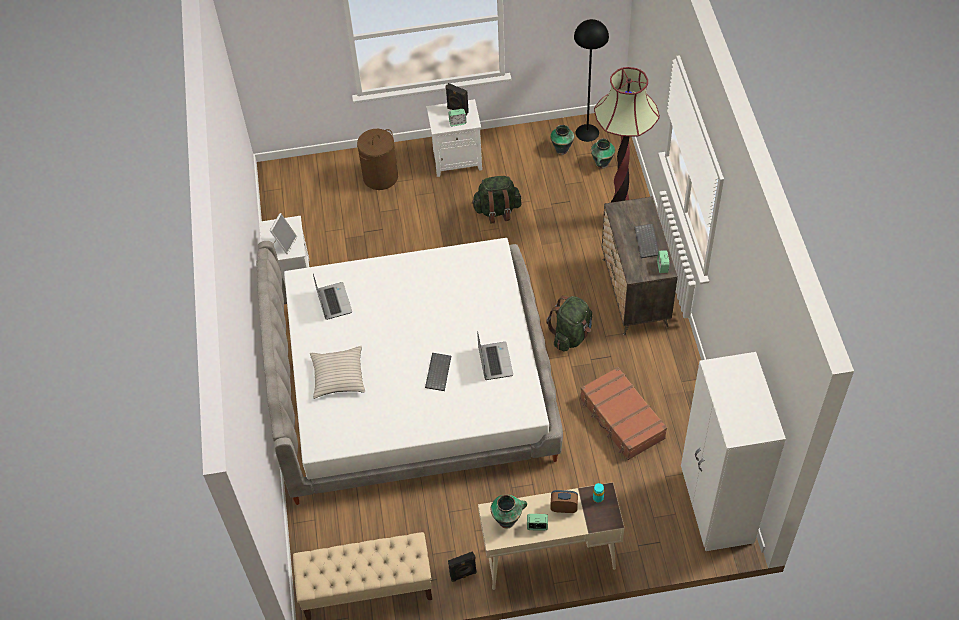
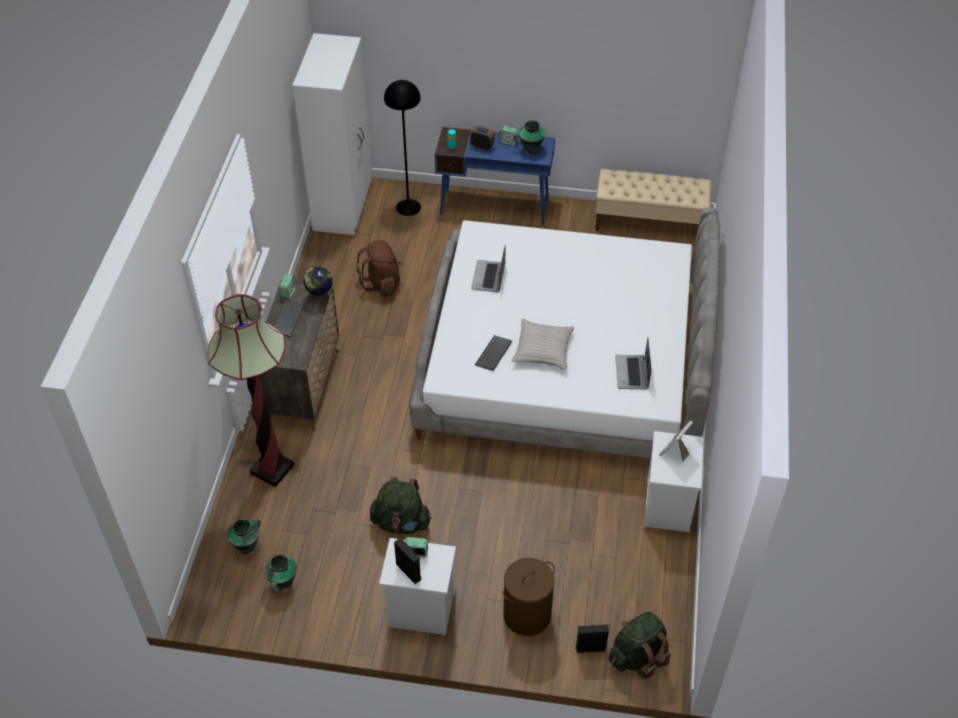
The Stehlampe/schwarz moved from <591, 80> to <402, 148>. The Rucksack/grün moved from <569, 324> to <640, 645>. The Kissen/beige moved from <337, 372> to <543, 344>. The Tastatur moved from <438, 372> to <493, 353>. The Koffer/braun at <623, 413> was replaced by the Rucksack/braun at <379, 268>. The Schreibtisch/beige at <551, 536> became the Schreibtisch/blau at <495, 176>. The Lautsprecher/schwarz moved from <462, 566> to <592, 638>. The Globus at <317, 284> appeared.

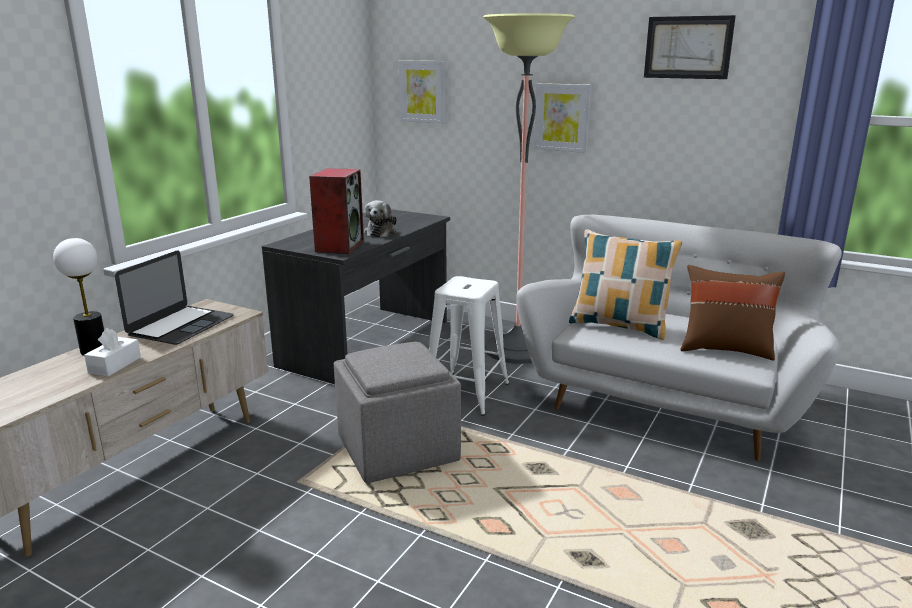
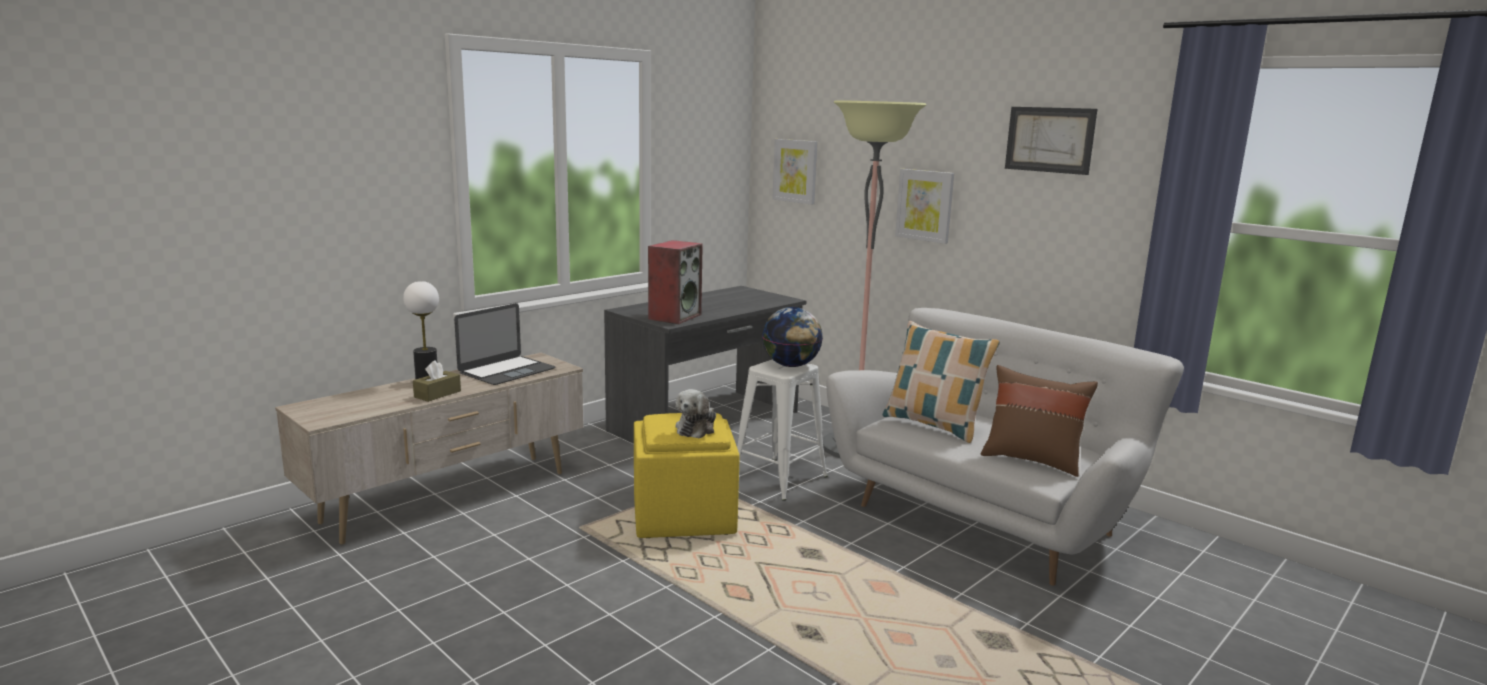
The Plüschtier moved from <380, 218> to <695, 413>. The Taschentuchbox/weiß at <112, 352> became the Taschentuchbox/braun at <437, 381>. The Polsterhocker/grau at <397, 412> became the Polsterhocker/gelb at <687, 475>. The Globus at <792, 337> appeared.

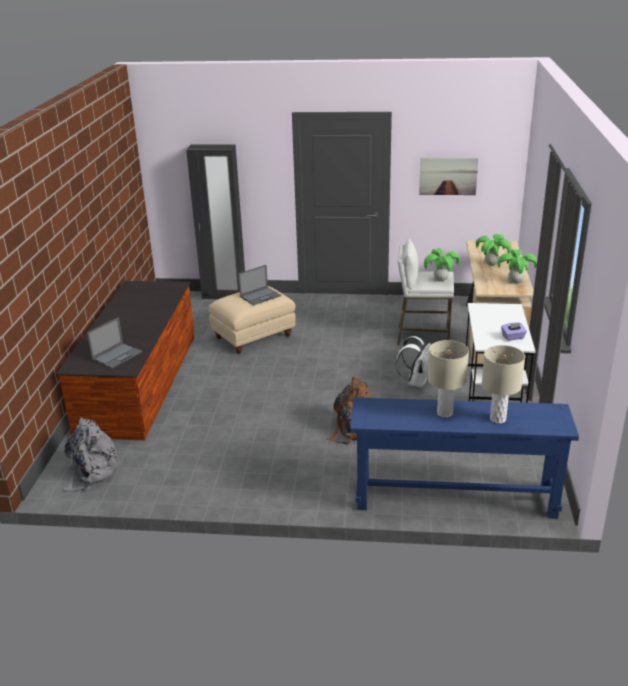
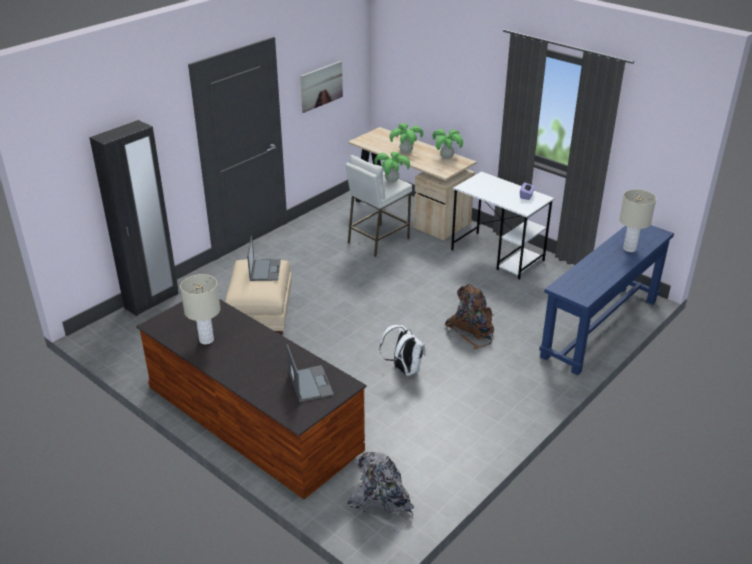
The Rucksack/weiß moved from <413, 362> to <403, 350>. The Tischlampe/beige moved from <448, 379> to <200, 309>.

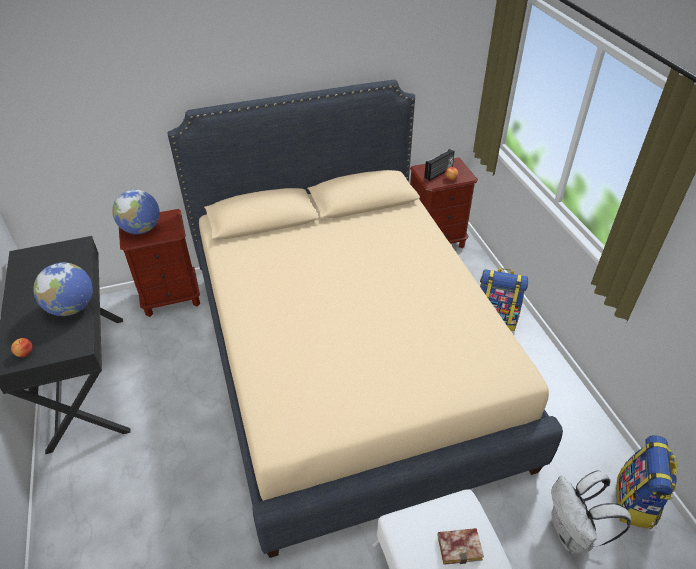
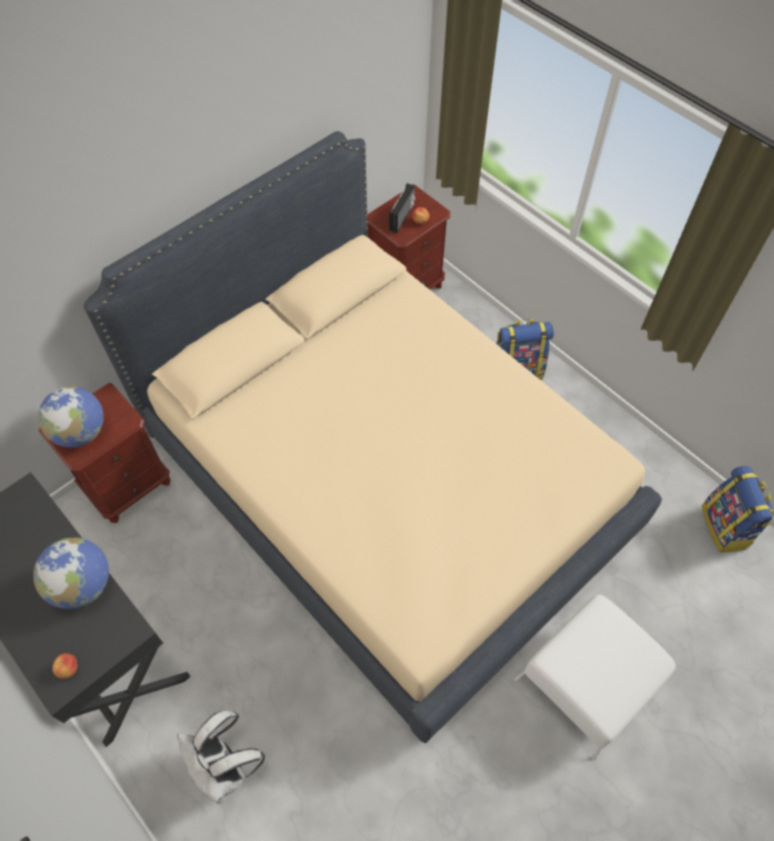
The Rucksack/weiß moved from <591, 512> to <221, 757>. The Buch at <460, 546> disappeared.

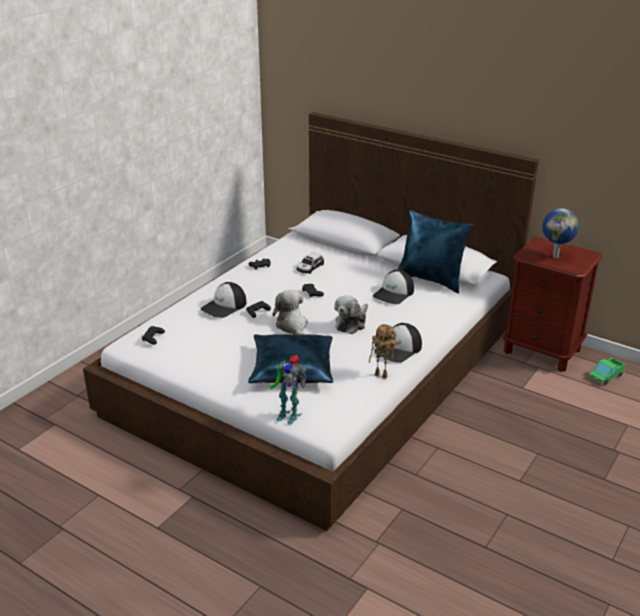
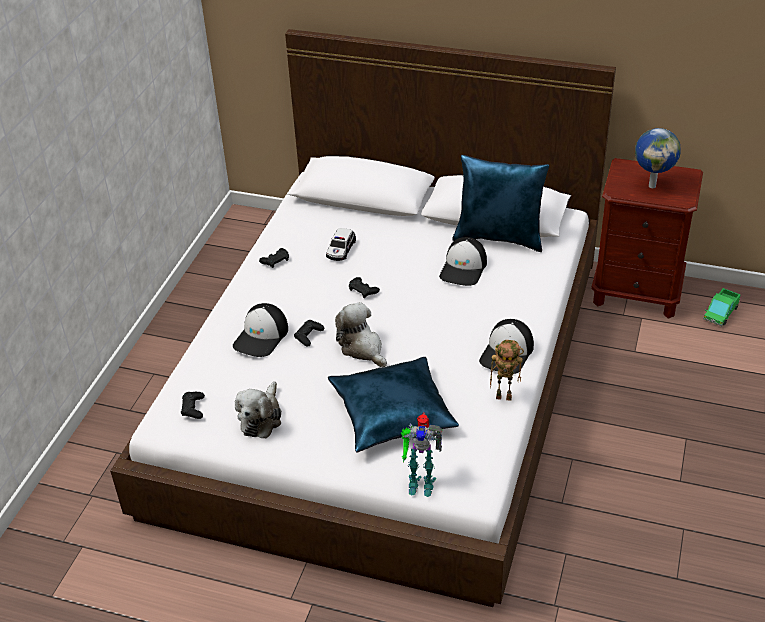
The Plüschtier moved from <351, 315> to <258, 410>.

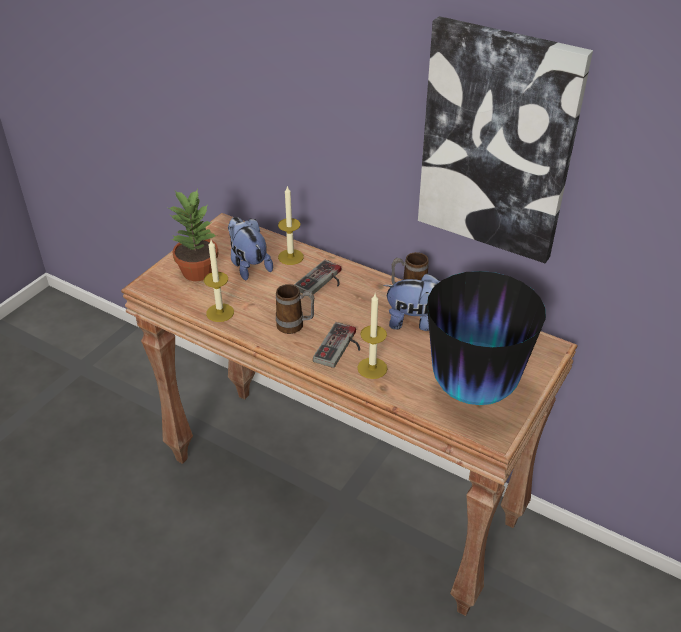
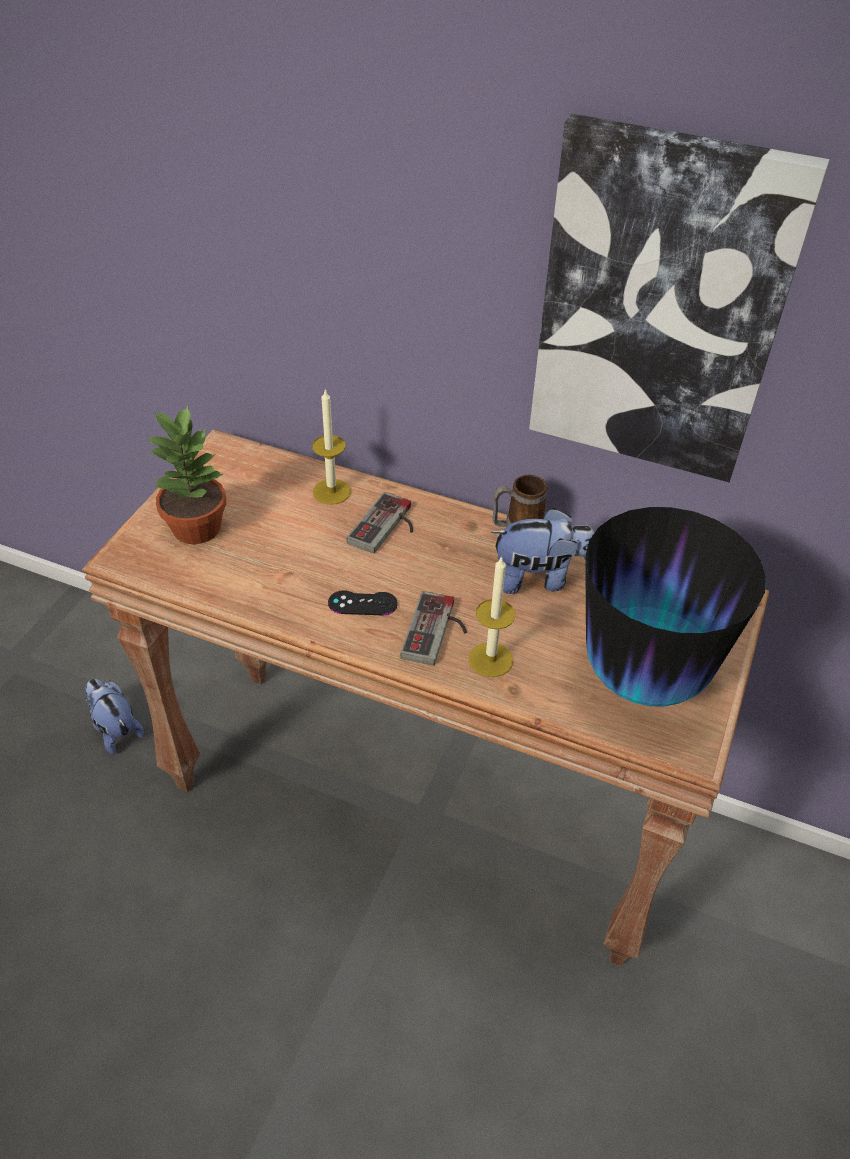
The Plüschtier moved from <250, 249> to <114, 716>. The Kerze at <219, 281> disappeared. The Henkelbecher at <295, 309> was replaced by the Gamepad/schwarz at <363, 602>.

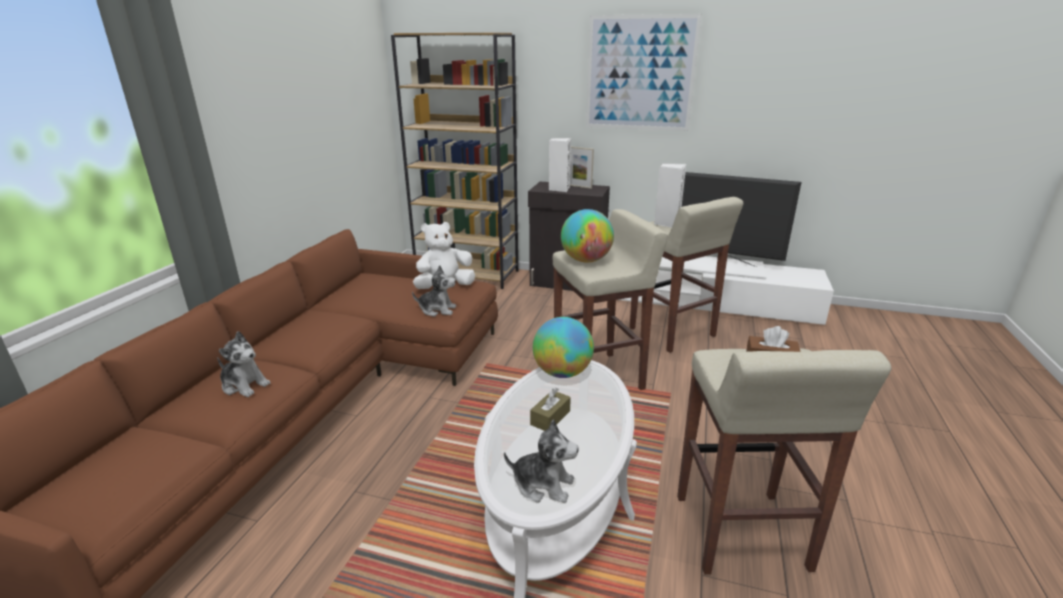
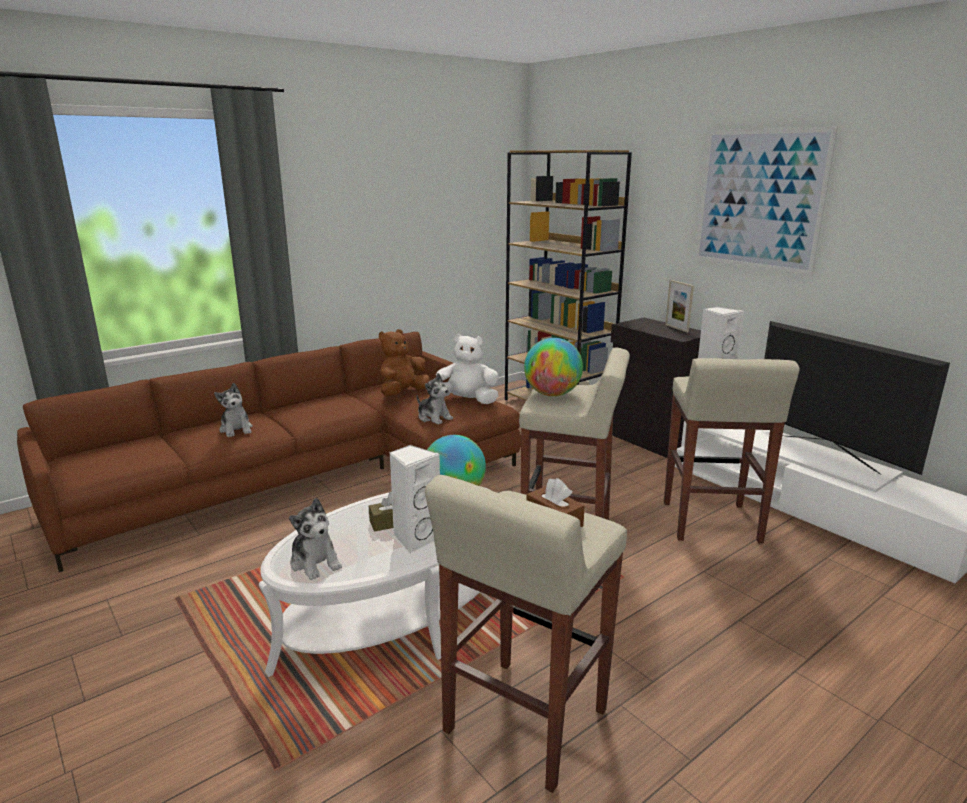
The Lautsprecher/weiß moved from <560, 165> to <414, 499>. The Plüschtier/braun at <404, 362> appeared.

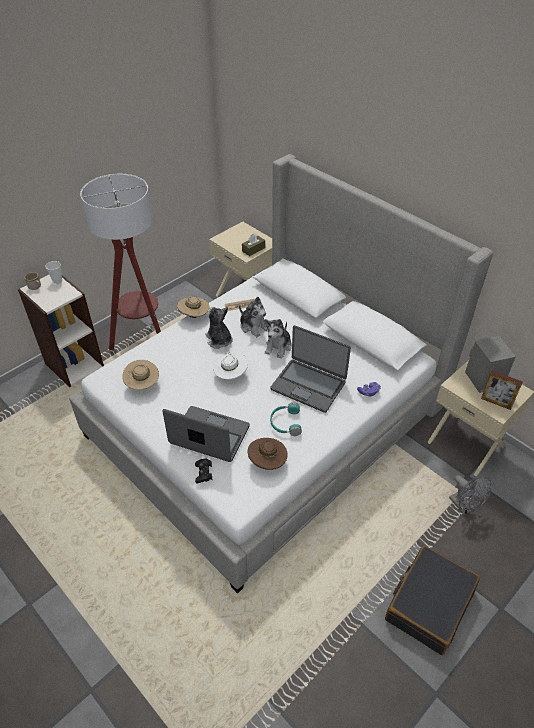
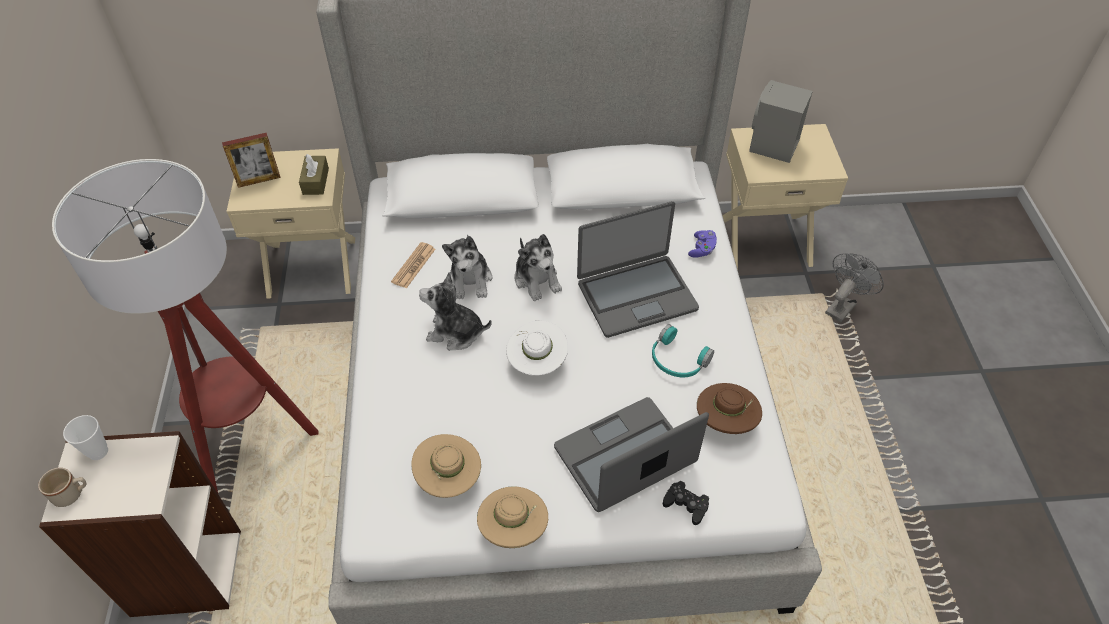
The Hut/beige moved from <193, 307> to <512, 517>. The Plüschtier at <253, 317> turned 90 degrees clockwise. The Bilderrahmen moved from <502, 390> to <251, 160>. The Ventilator/grau at <470, 495> turned 60 degrees counterclockwise. The Koffer/schwarz at <432, 600> disappeared.

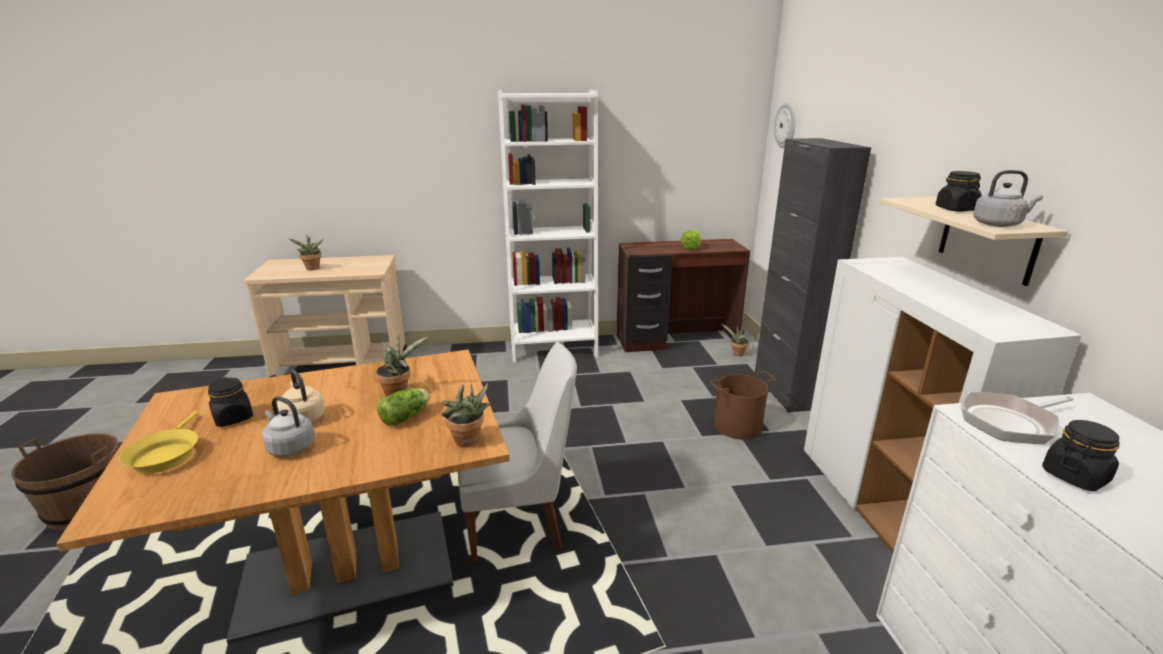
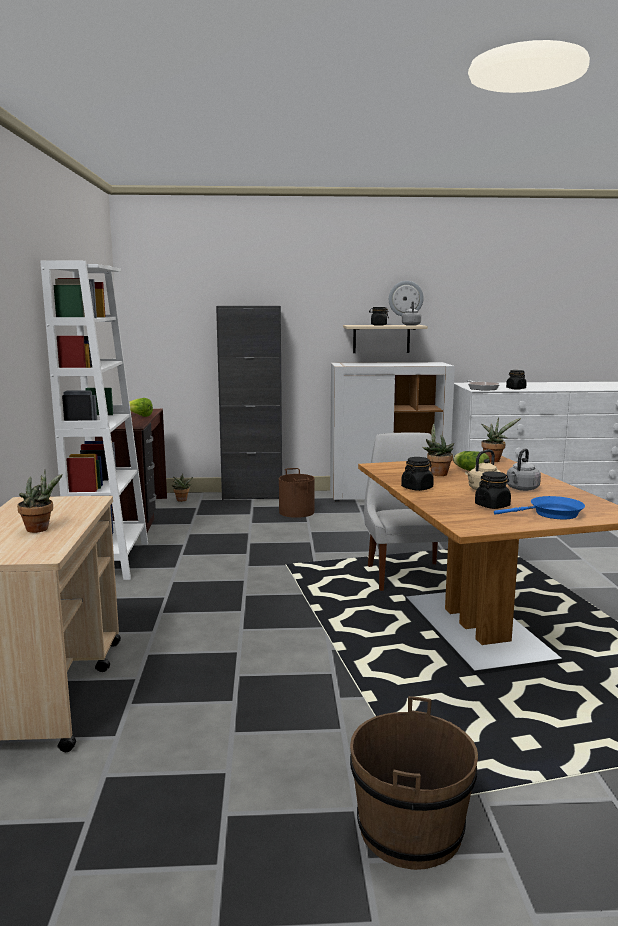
The Wanduhr moved from <784, 125> to <406, 298>. The Pfanne/gelb at <159, 442> became the Pfanne/blau at <539, 507>. The Vorratsglas/schwarz at <417, 474> appeared.

